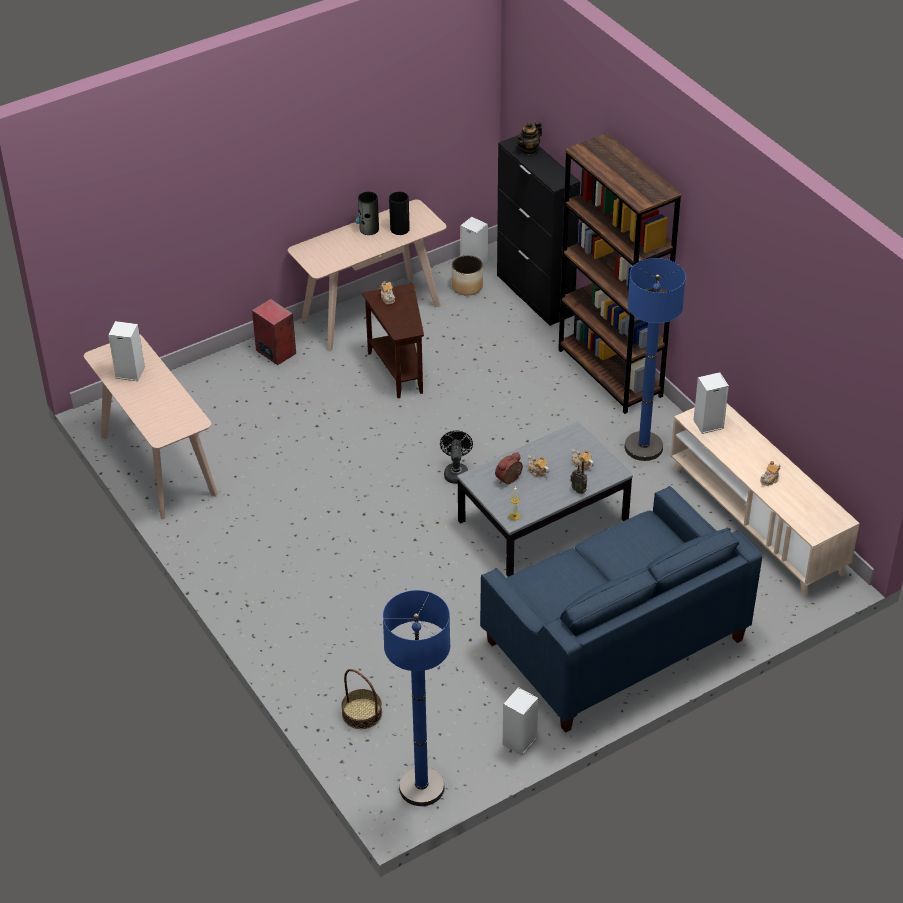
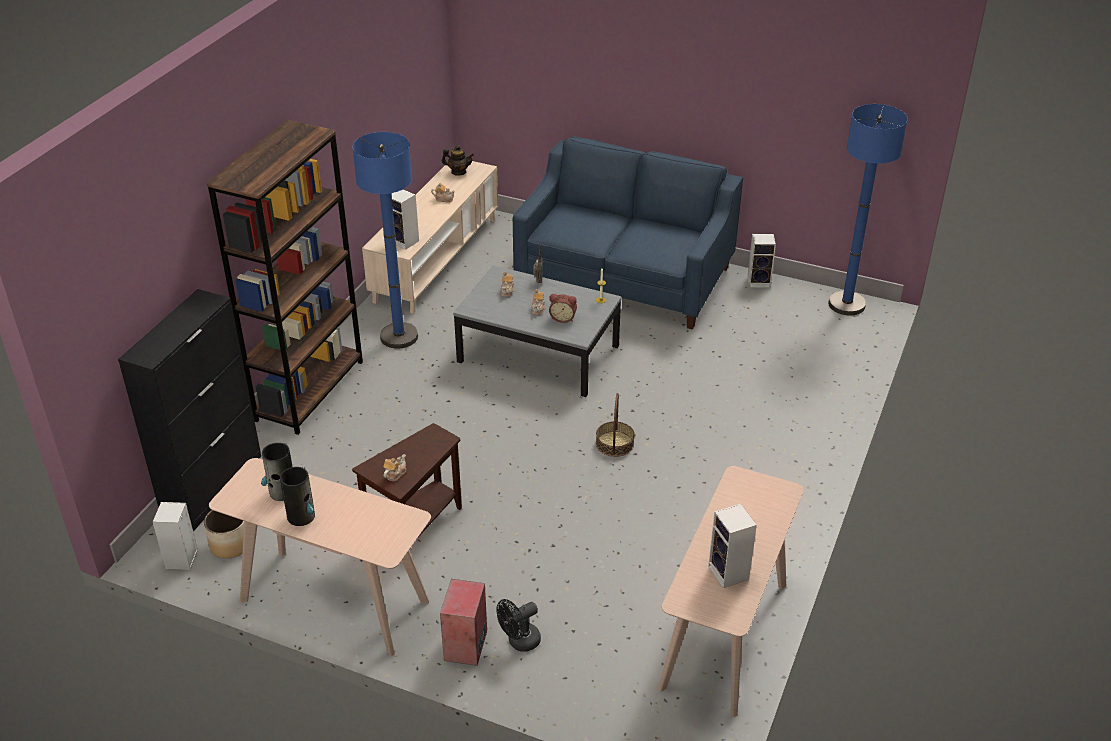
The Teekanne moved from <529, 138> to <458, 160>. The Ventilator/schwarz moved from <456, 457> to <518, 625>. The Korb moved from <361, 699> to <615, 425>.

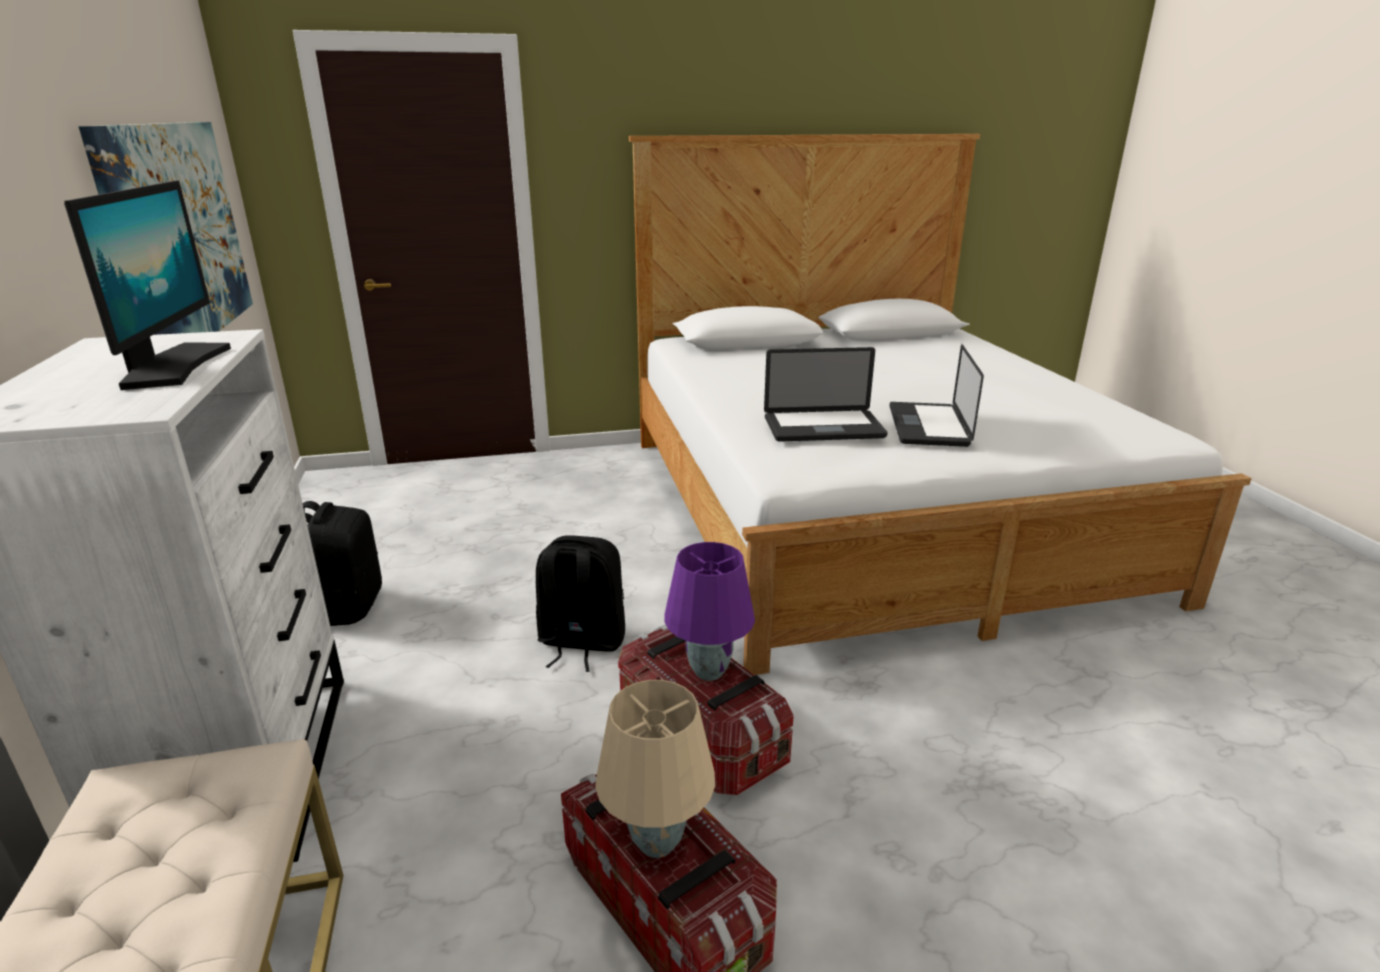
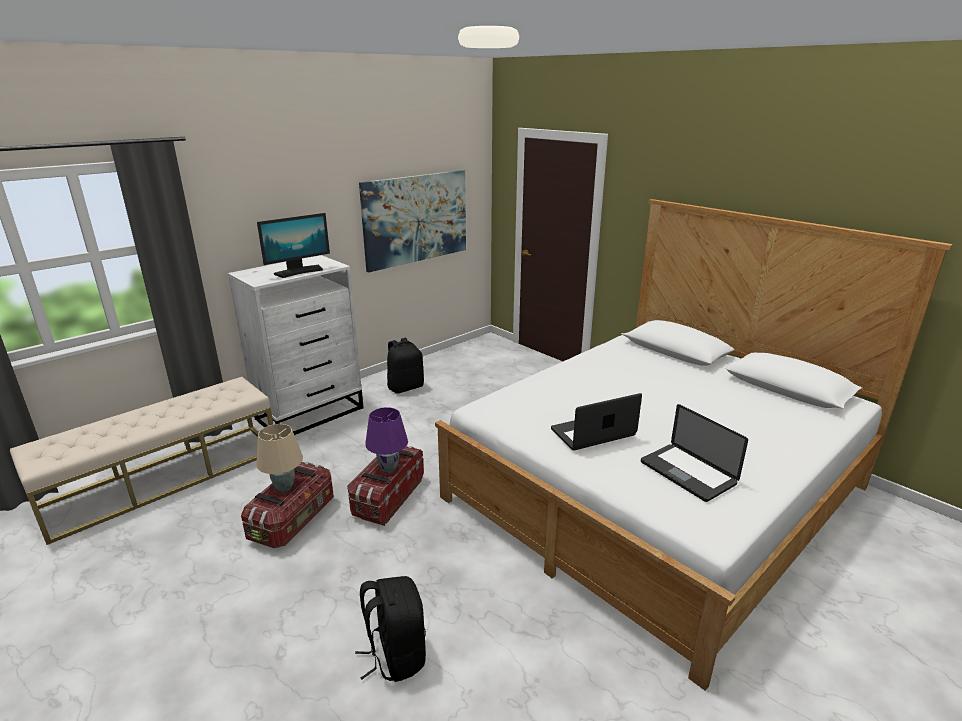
The Laptop moved from <826, 394> to <694, 453>. The Rucksack/schwarz moved from <580, 603> to <390, 629>.

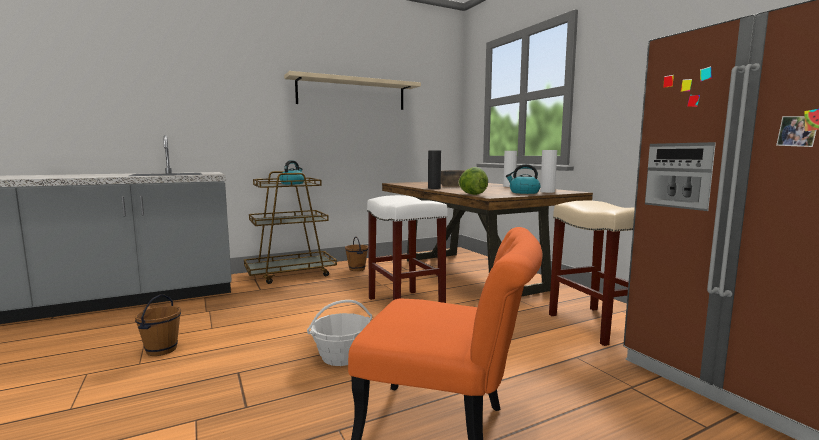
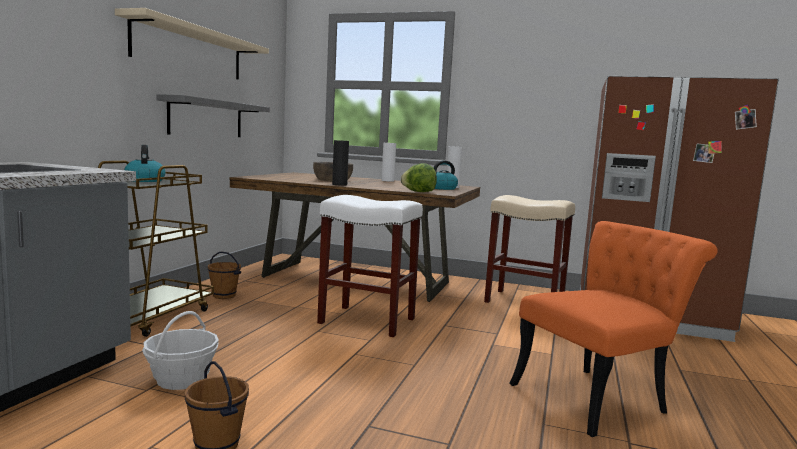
The Korb moved from <339, 333> to <180, 350>. The Wandregal/grau at <213, 115> appeared.

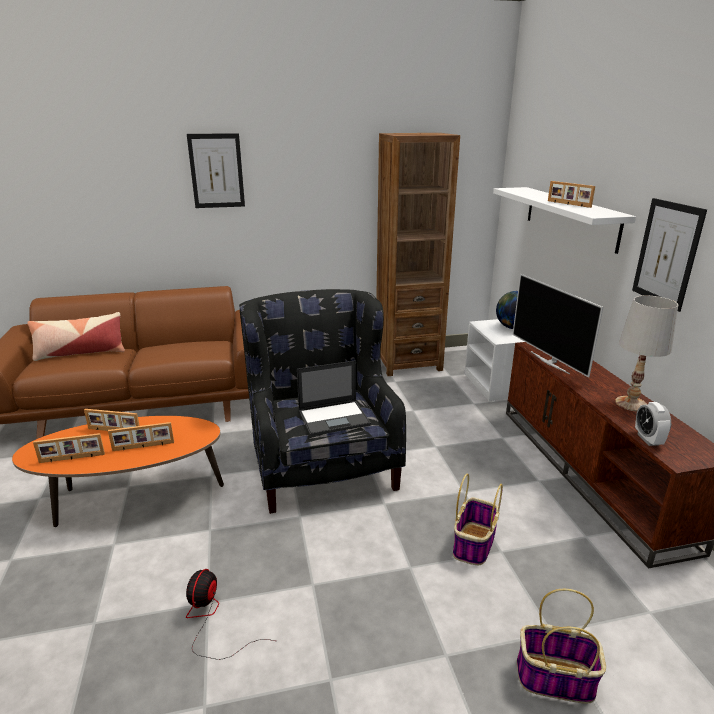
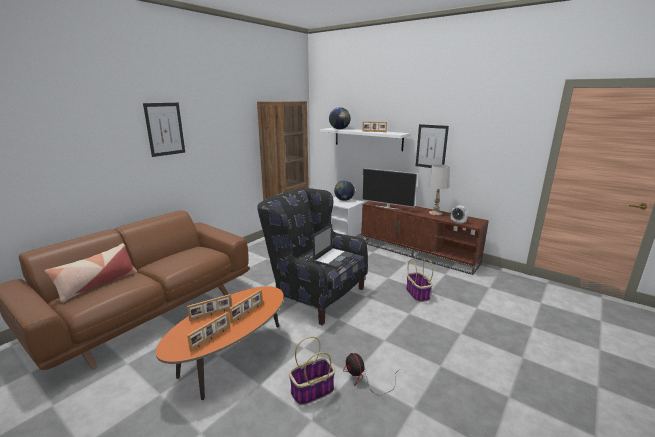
The Korb moved from <561, 646> to <312, 371>. The Globus at <340, 118> appeared.

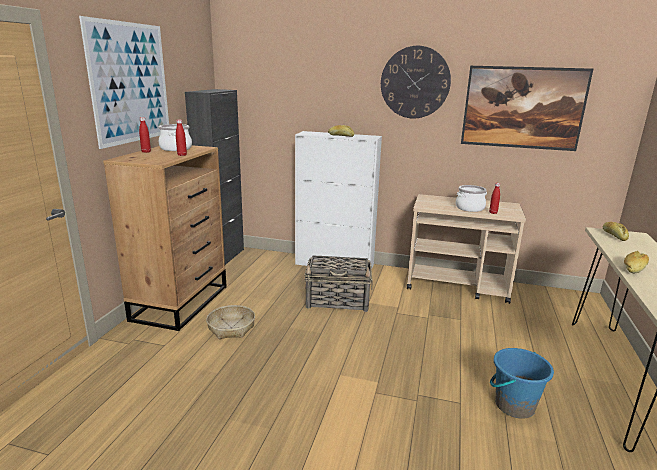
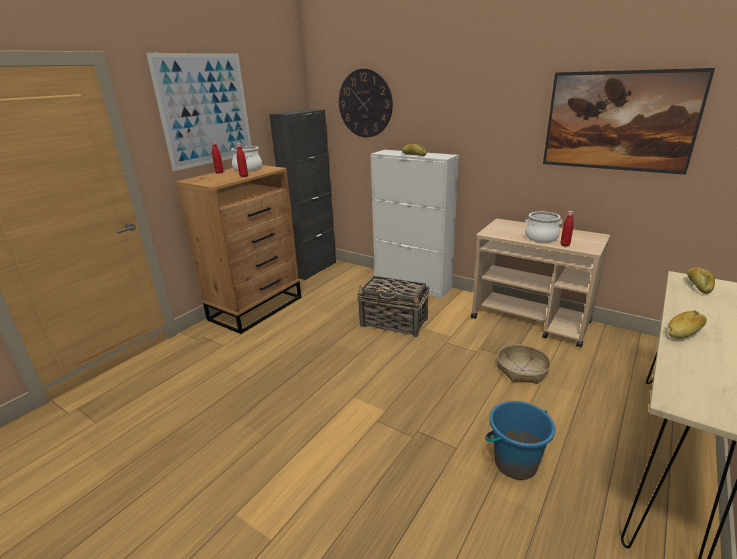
The Wanduhr moved from <416, 82> to <366, 103>. The Korb moved from <230, 322> to <524, 364>.

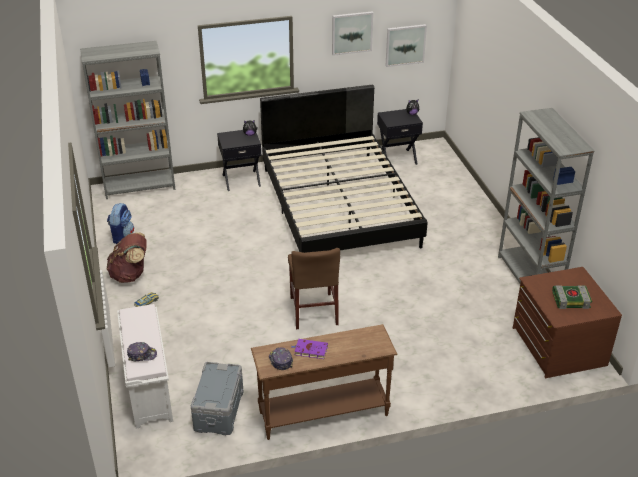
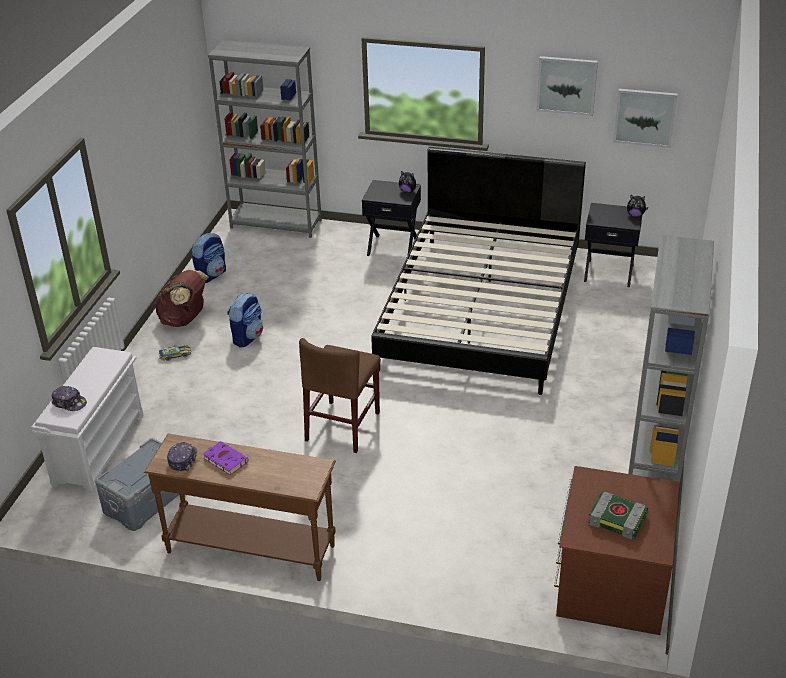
The Rucksack at <245, 320> appeared.

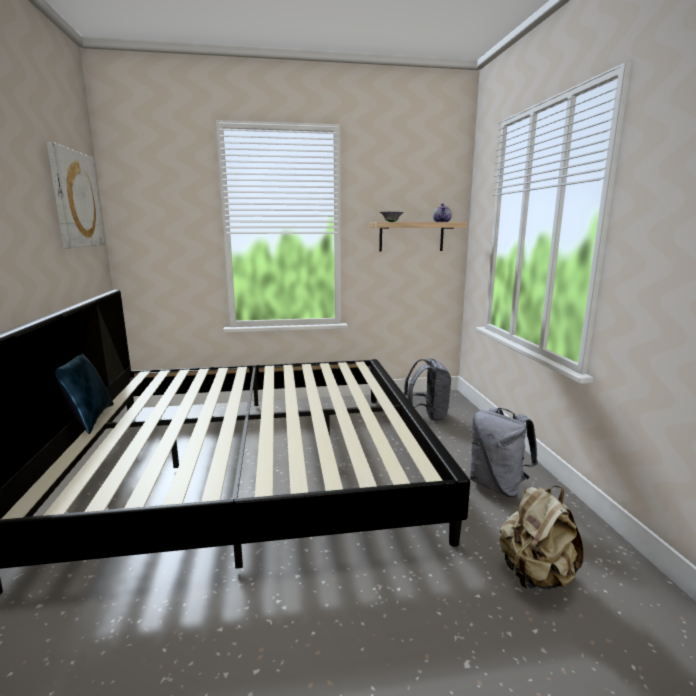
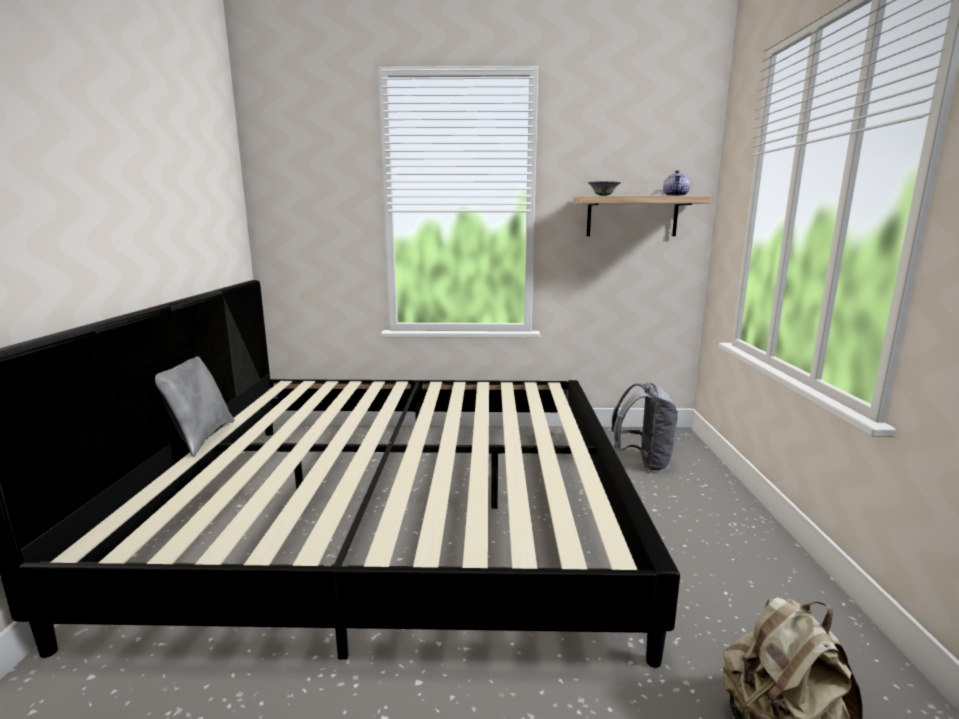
The Bild at <75, 195> disappeared. The Kissen/blau at <84, 394> became the Kissen/grau at <195, 406>. The Rucksack/grau at <504, 452> disappeared.

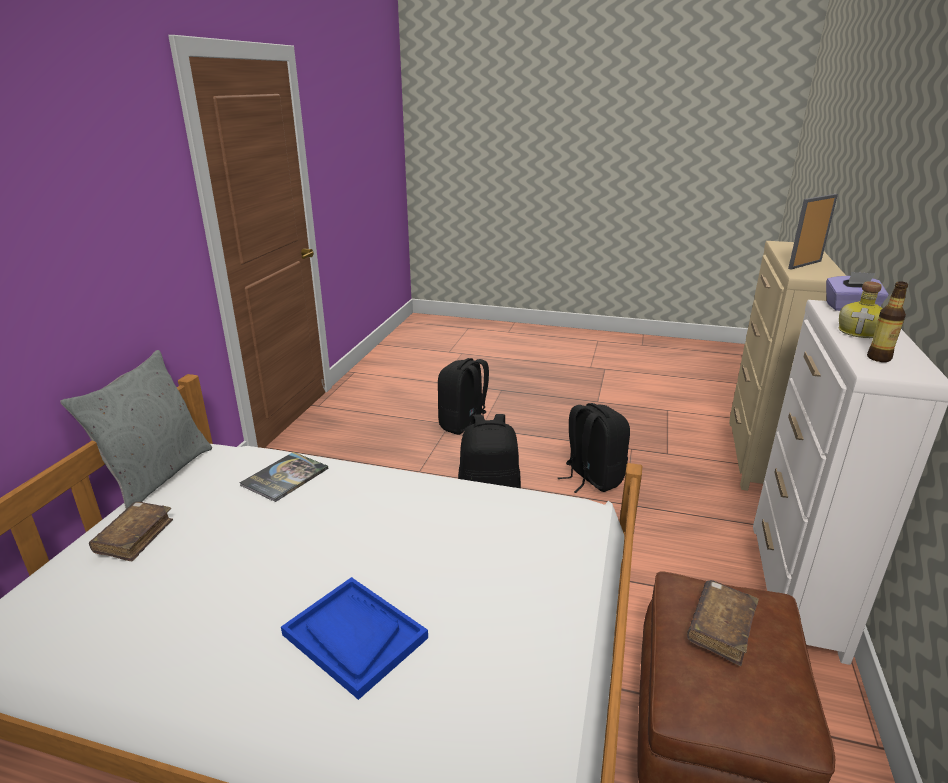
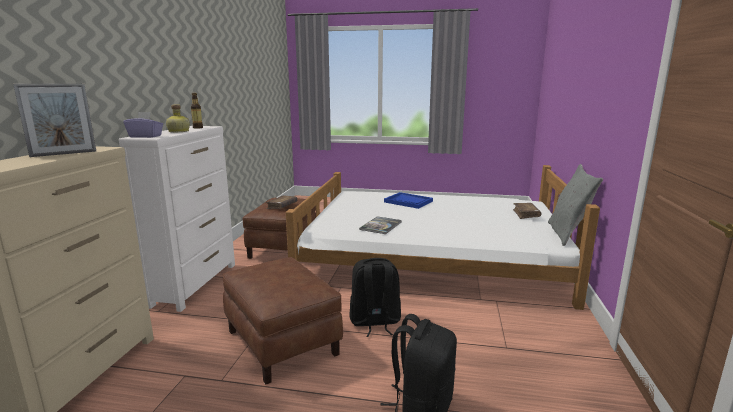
The Rucksack/schwarz at <594, 448> was replaced by the Polsterhocker/braun at <283, 321>. The Buch moved from <284, 477> to <380, 225>.

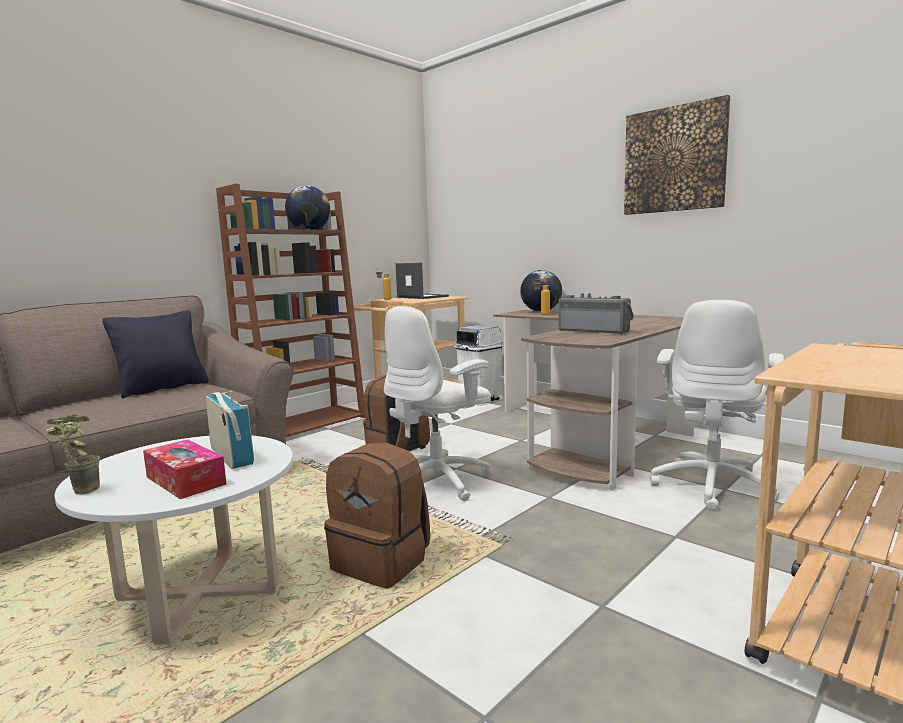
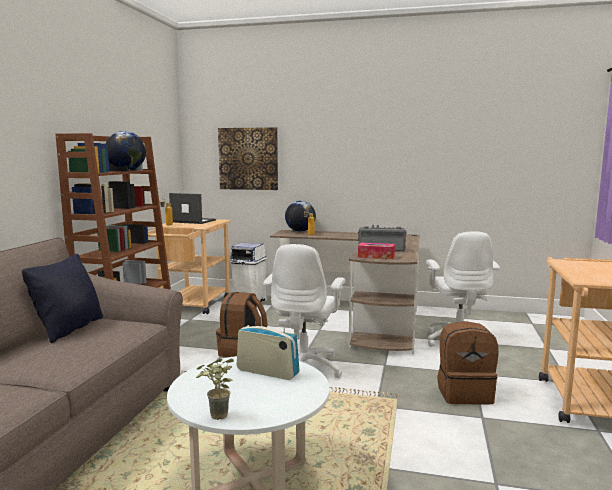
The Bild moved from <677, 155> to <248, 158>. The Taschentuchbox moved from <185, 469> to <376, 250>. The Rucksack/braun moved from <377, 515> to <467, 363>.

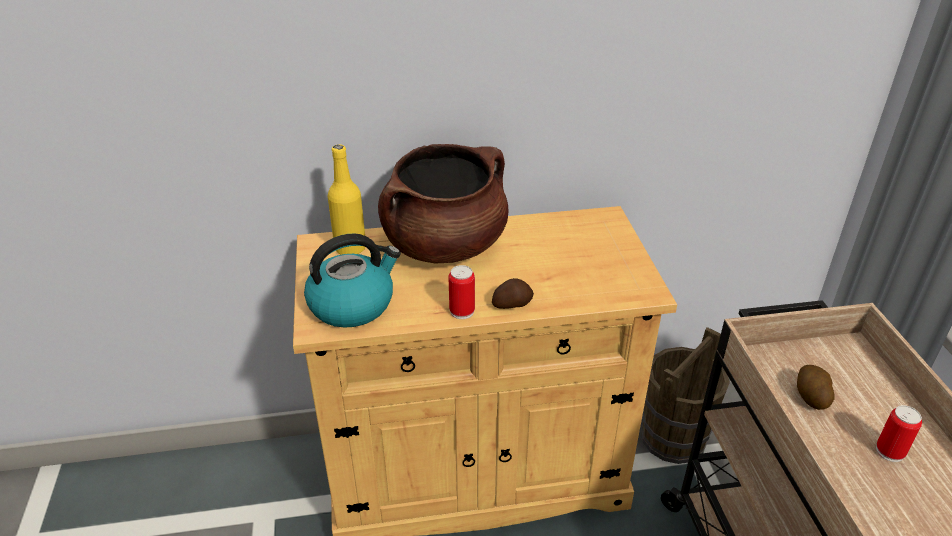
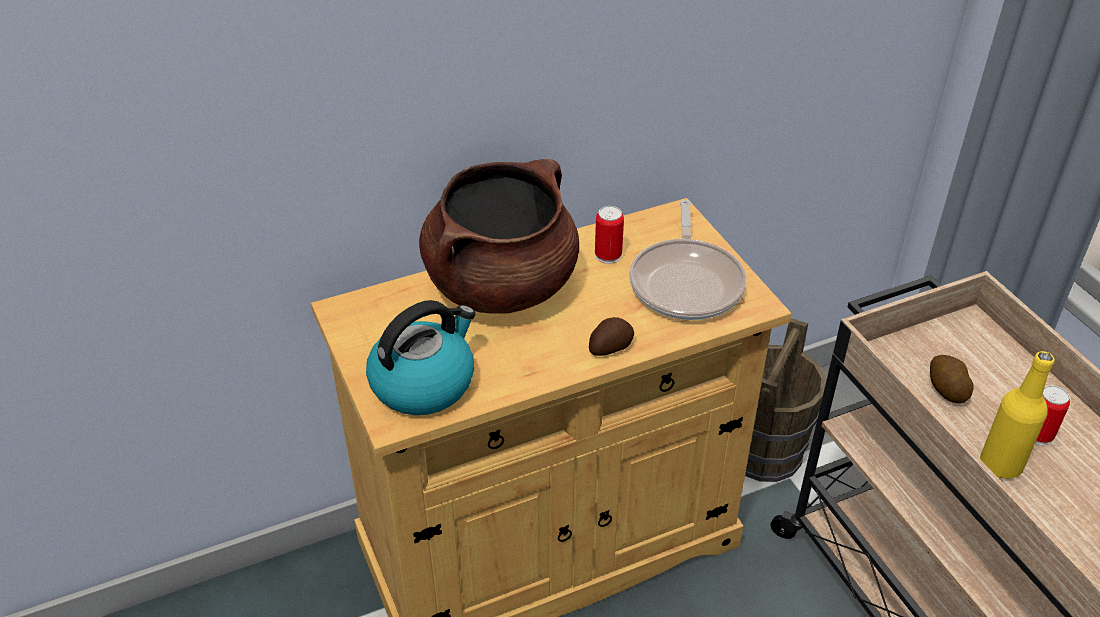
The Flasche/gelb moved from <347, 200> to <1017, 415>. The Dose moved from <462, 292> to <609, 235>. The Pfanne at <688, 260> appeared.

